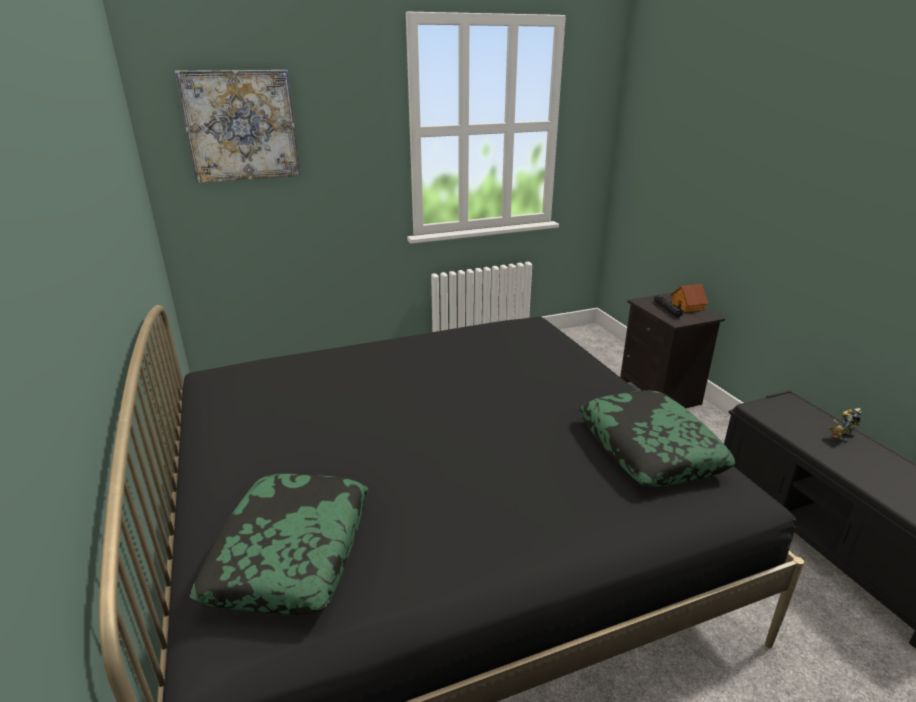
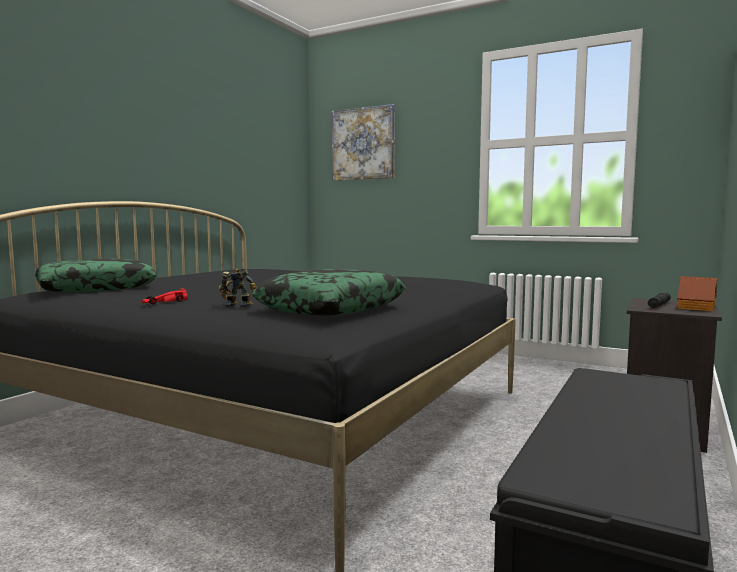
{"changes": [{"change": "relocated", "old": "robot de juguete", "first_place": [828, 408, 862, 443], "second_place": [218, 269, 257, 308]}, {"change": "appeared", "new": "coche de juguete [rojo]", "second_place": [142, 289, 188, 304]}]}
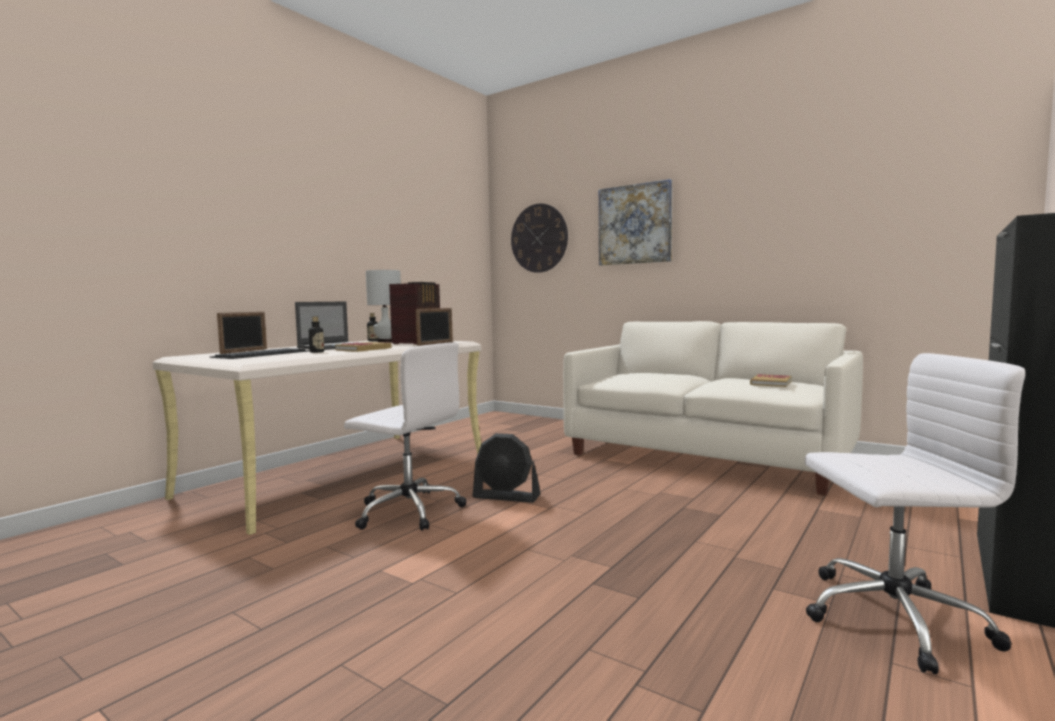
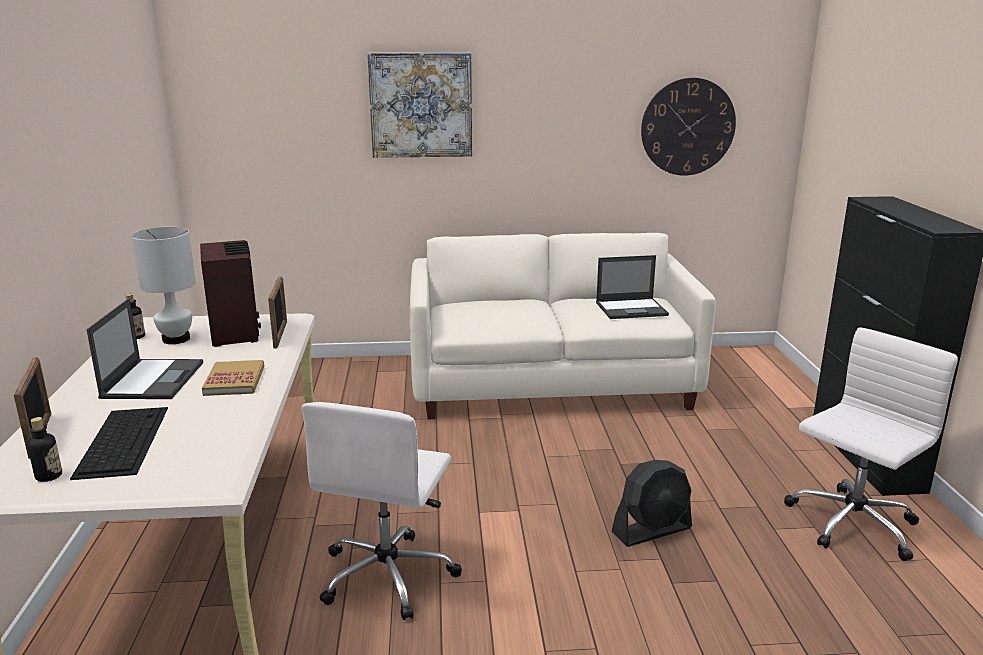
{"changes": [{"change": "relocated", "old": "reloj de pared", "first_place": [511, 204, 568, 273], "second_place": [641, 78, 736, 176]}, {"change": "relocated", "old": "botella", "first_place": [309, 316, 324, 353], "second_place": [27, 417, 62, 482]}, {"change": "spun", "old": "silla de oficina [blanco]", "first_place": [344, 342, 467, 531], "second_place": [301, 402, 462, 620], "degrees": 120}, {"change": "exchanged", "old": "libro", "new": "portátil", "first_place": [750, 374, 792, 387], "second_place": [596, 255, 669, 319]}, {"change": "relocated", "old": "ventilador [negro]", "first_place": [472, 433, 541, 503], "second_place": [611, 460, 692, 547]}]}
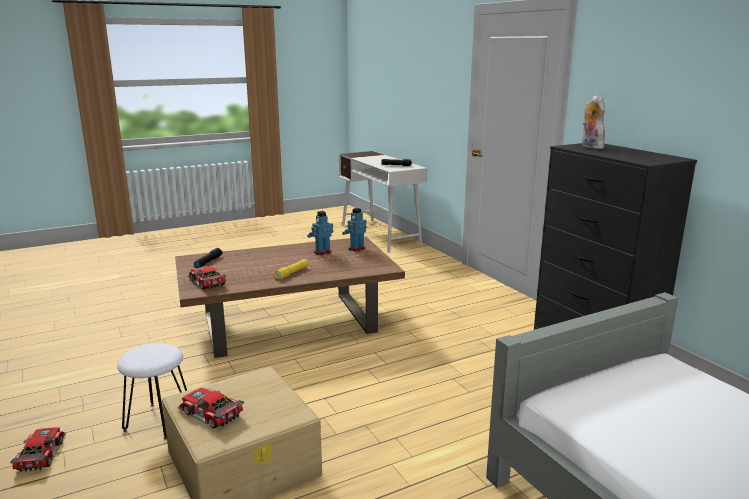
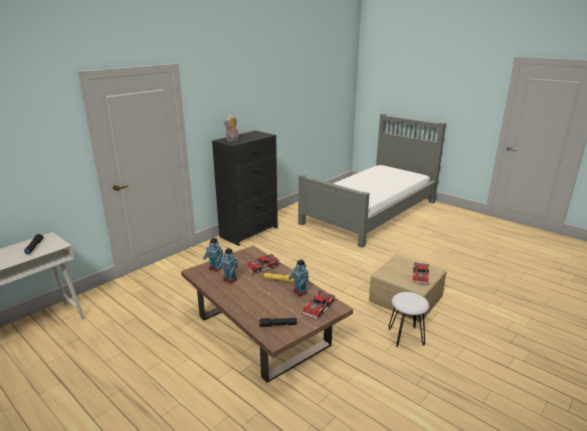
{"changes": [{"change": "relocated", "old": "coche de juguete", "first_place": [10, 427, 66, 472], "second_place": [246, 254, 279, 274]}, {"change": "appeared", "new": "robot de juguete", "second_place": [288, 259, 309, 296]}]}
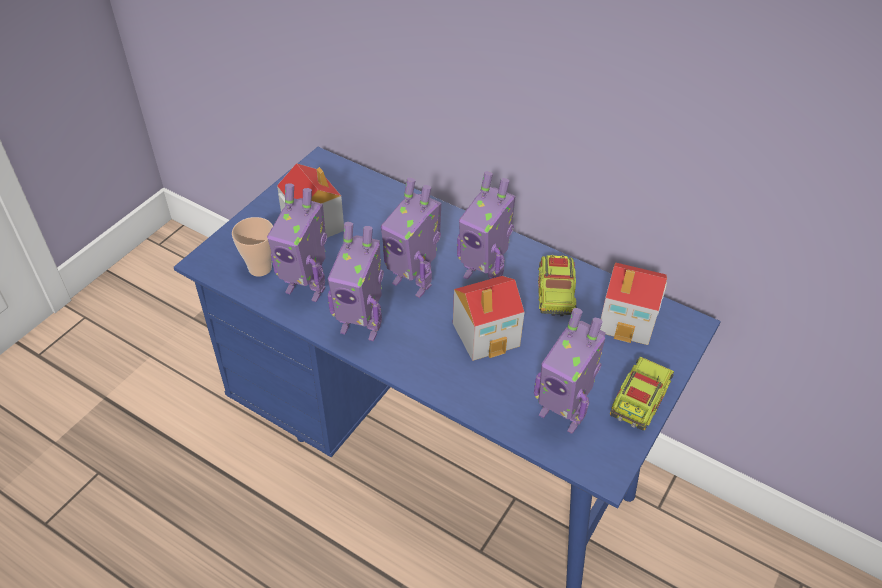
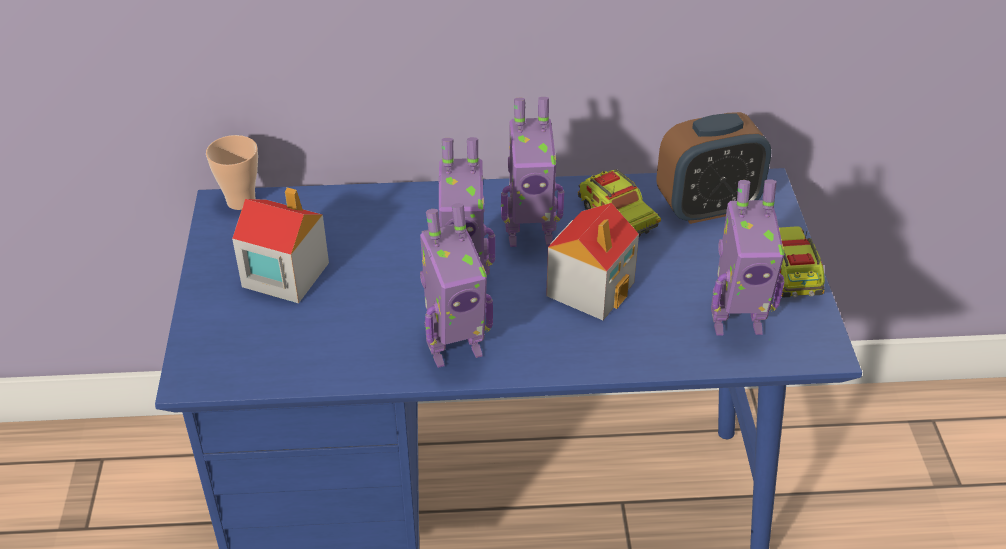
{"changes": [{"change": "missing", "old": "robot de juguete", "first_place": [267, 183, 327, 302]}, {"change": "relocated", "old": "taza", "first_place": [232, 217, 273, 277], "second_place": [206, 135, 258, 210]}, {"change": "exchanged", "old": "casita", "new": "despertador", "first_place": [600, 262, 667, 345], "second_place": [657, 112, 772, 224]}]}
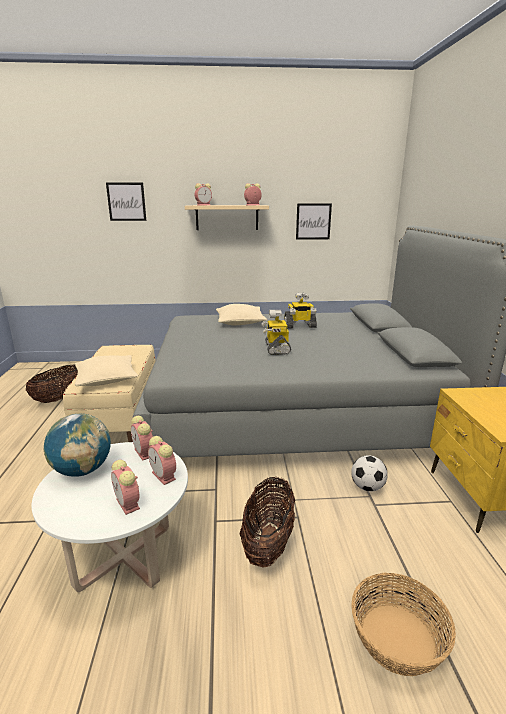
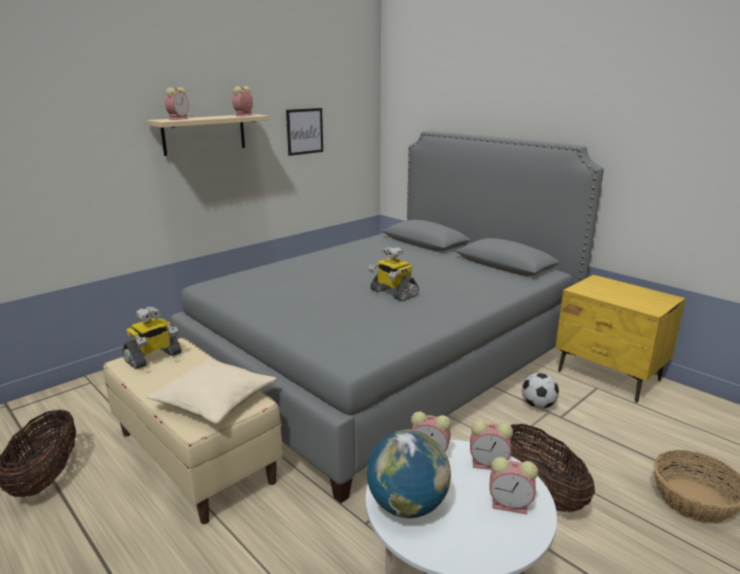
{"changes": [{"change": "missing", "old": "cuadro", "first_place": [106, 182, 146, 221]}, {"change": "relocated", "old": "robot de juguete", "first_place": [284, 292, 317, 329], "second_place": [122, 307, 182, 369]}, {"change": "missing", "old": "cojín [beis]", "first_place": [216, 304, 267, 325]}]}
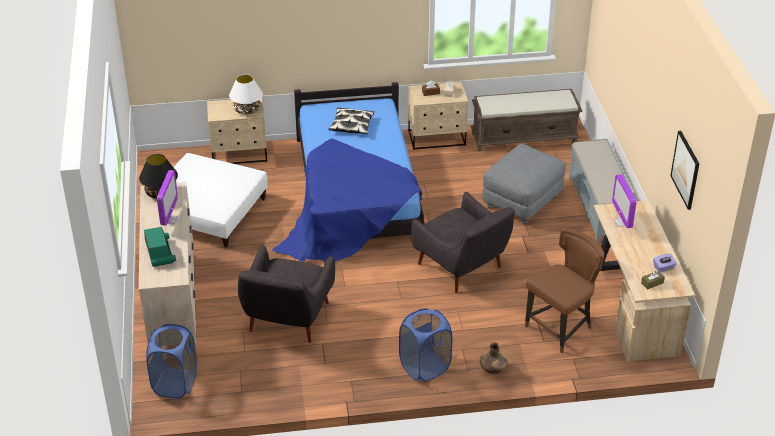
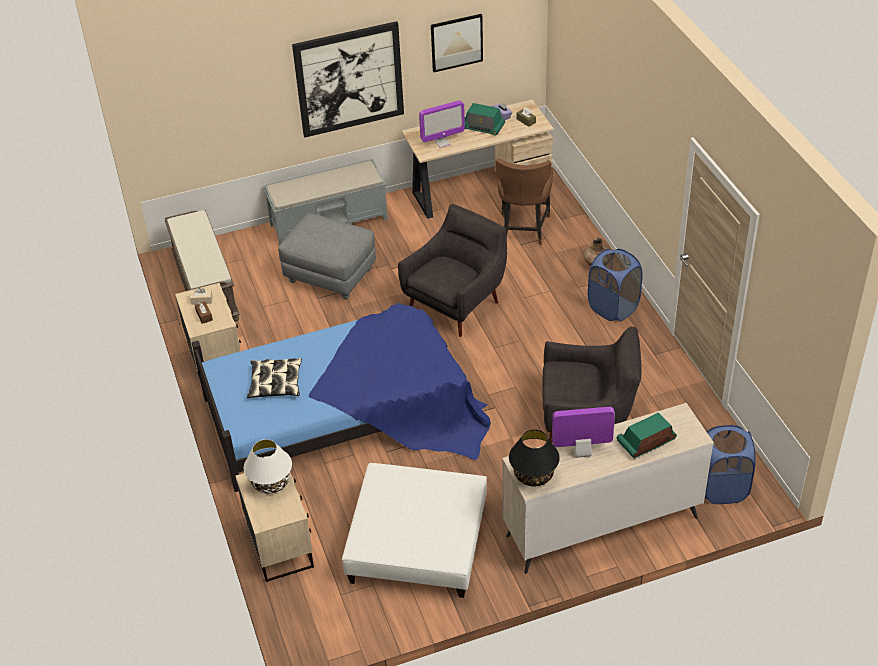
{"changes": [{"change": "spun", "old": "silla [marrón]", "first_place": [525, 228, 604, 353], "second_place": [495, 158, 553, 245], "degrees": -120}, {"change": "appeared", "new": "cuadro", "second_place": [292, 21, 404, 137]}, {"change": "appeared", "new": "radio", "second_place": [465, 103, 505, 136]}]}
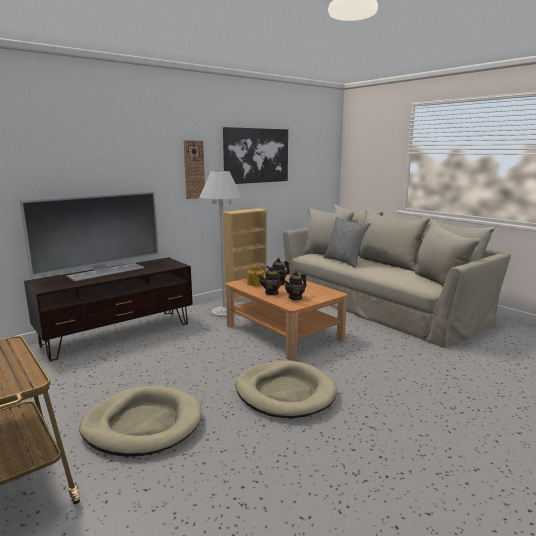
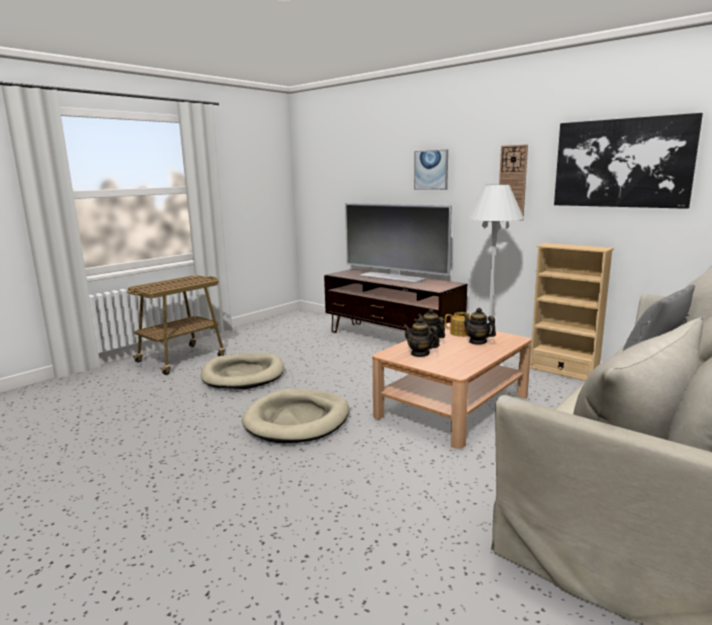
{"changes": [{"change": "appeared", "new": "cuadro", "second_place": [414, 150, 448, 190]}]}
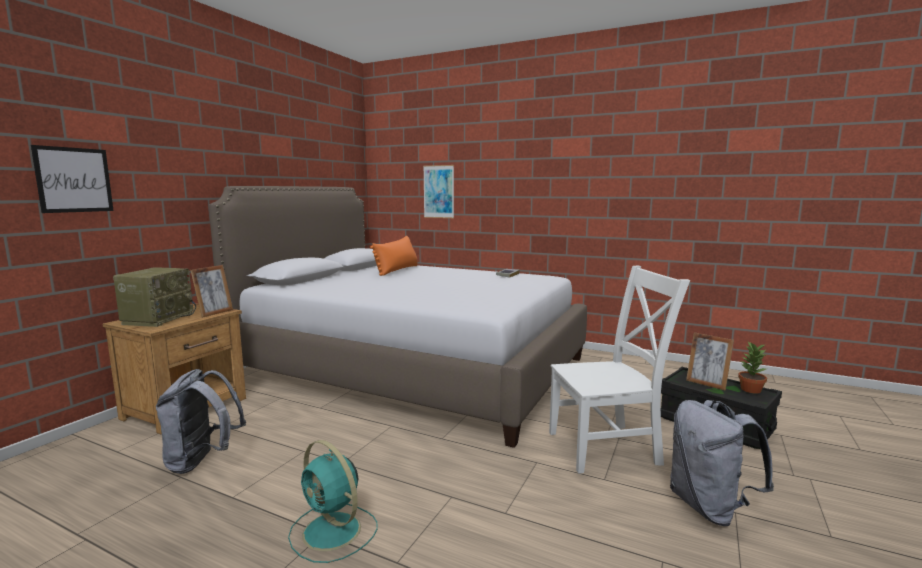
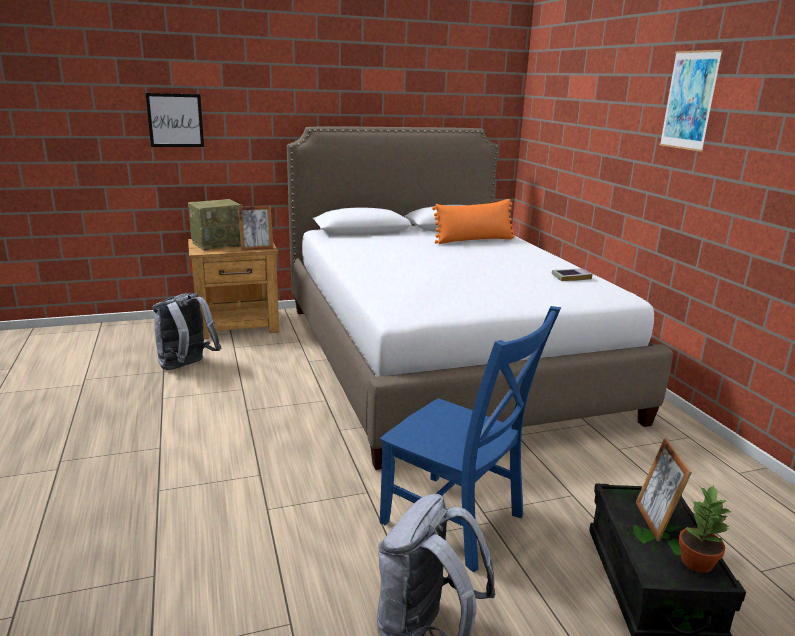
{"changes": [{"change": "relocated", "old": "cuadro", "first_place": [423, 165, 454, 218], "second_place": [659, 50, 723, 152]}, {"change": "colour", "old": "silla [blanco]", "new": "silla [azul]", "first_place": [549, 265, 690, 474], "second_place": [380, 306, 561, 572]}, {"change": "missing", "old": "ventilador [turquesa]", "first_place": [288, 440, 378, 563]}]}
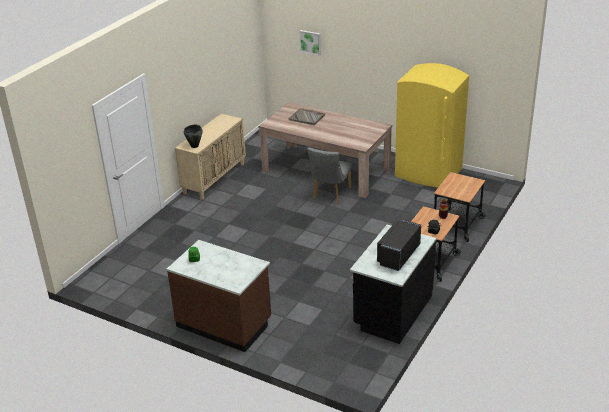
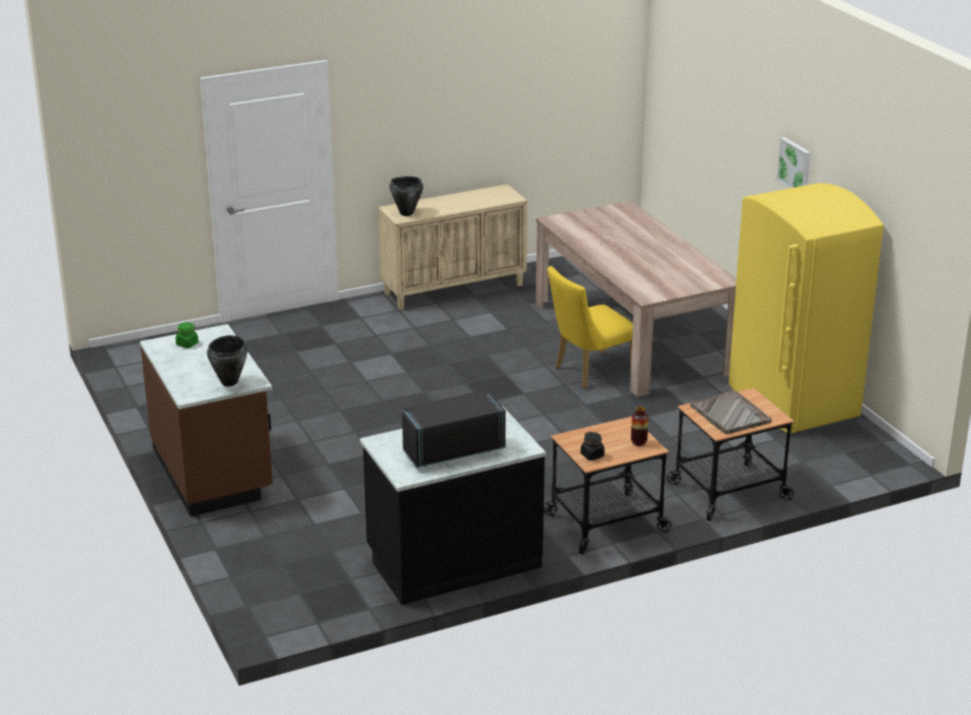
{"changes": [{"change": "relocated", "old": "cuadro", "first_place": [300, 30, 321, 55], "second_place": [777, 137, 811, 188]}, {"change": "relocated", "old": "bandeja [gris]", "first_place": [289, 108, 325, 125], "second_place": [690, 390, 772, 435]}, {"change": "colour", "old": "silla [gris]", "new": "silla [amarillo]", "first_place": [307, 147, 352, 204], "second_place": [547, 266, 633, 389]}, {"change": "appeared", "new": "olla [negro]", "second_place": [207, 335, 247, 387]}]}
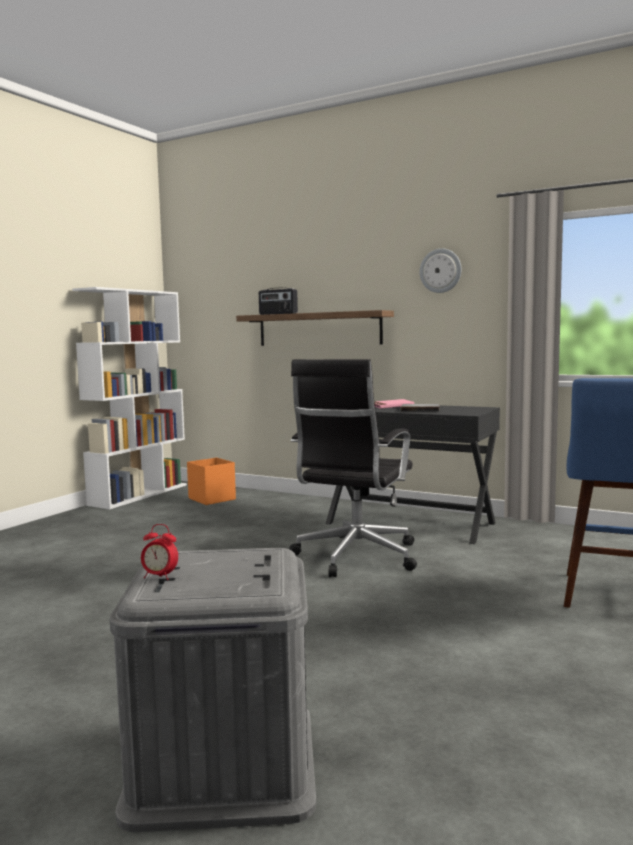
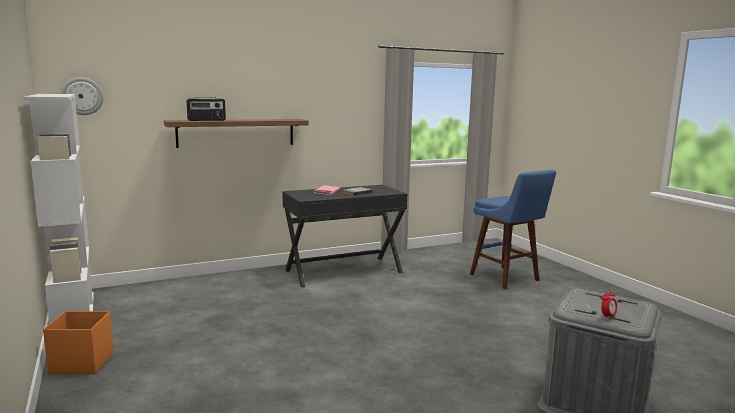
{"changes": [{"change": "relocated", "old": "reloj de pared", "first_place": [420, 248, 462, 293], "second_place": [61, 77, 103, 115]}, {"change": "missing", "old": "silla de oficina [negro]", "first_place": [289, 359, 417, 577]}, {"change": "relocated", "old": "caja de almacenaje [naranja]", "first_place": [187, 458, 236, 505], "second_place": [43, 311, 113, 374]}]}
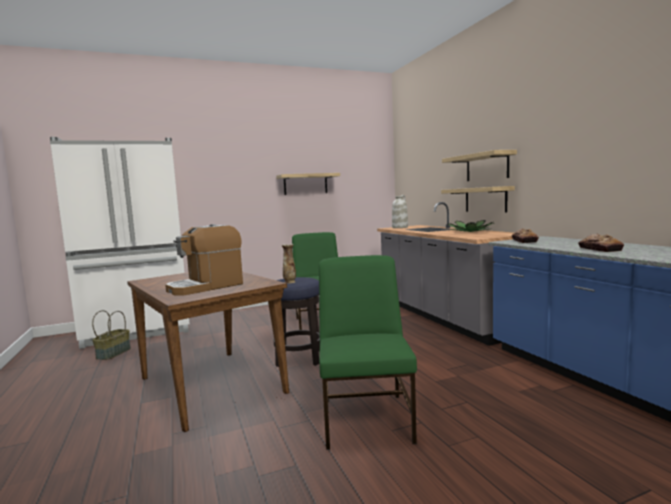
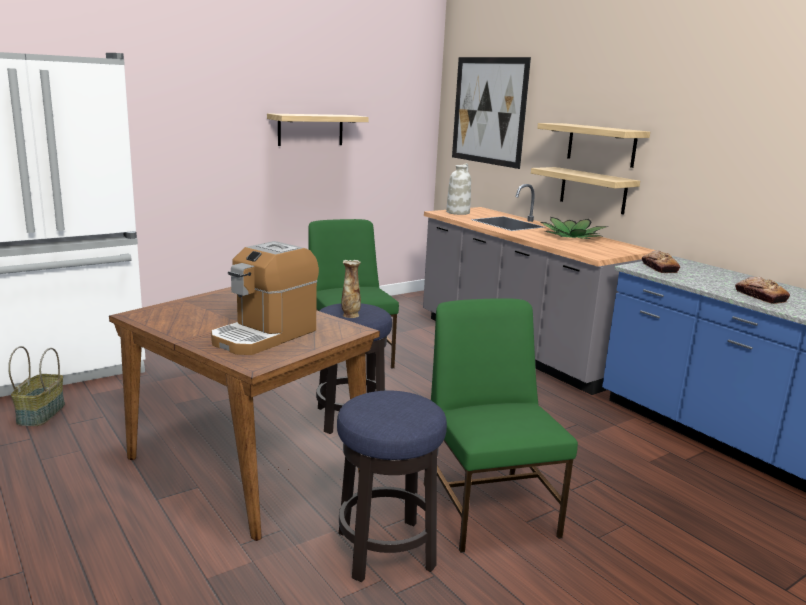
{"changes": [{"change": "appeared", "new": "cuadro", "second_place": [452, 57, 531, 169]}, {"change": "appeared", "new": "taburete", "second_place": [337, 391, 447, 582]}]}
